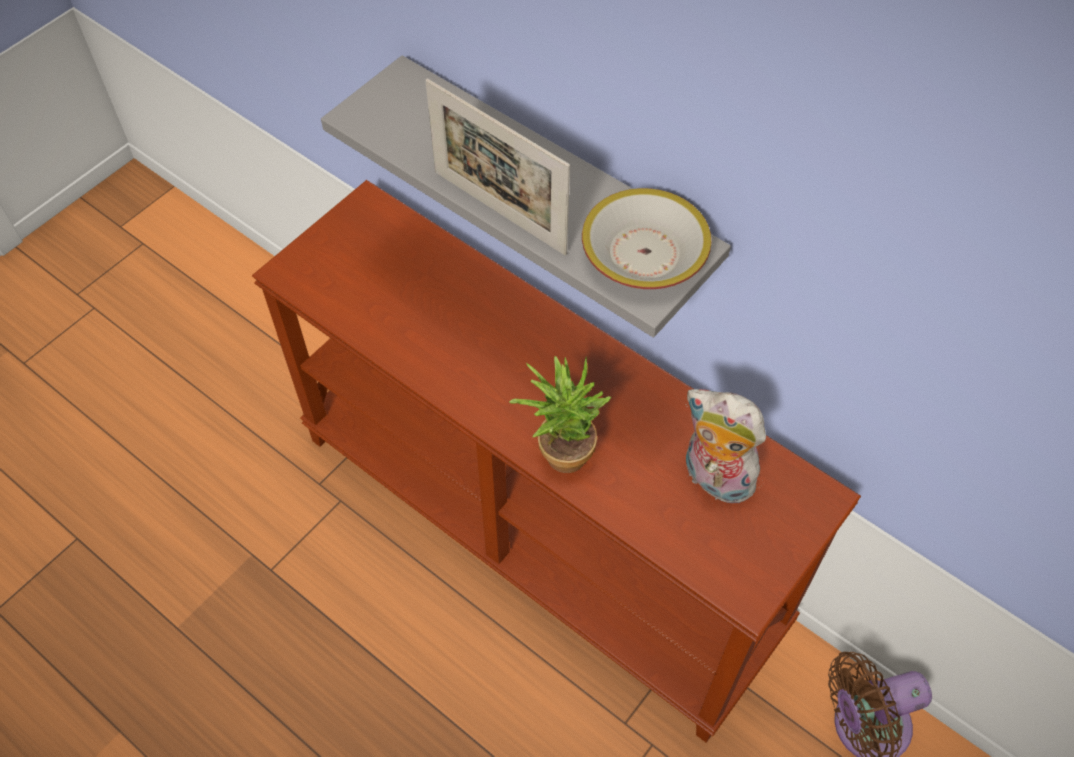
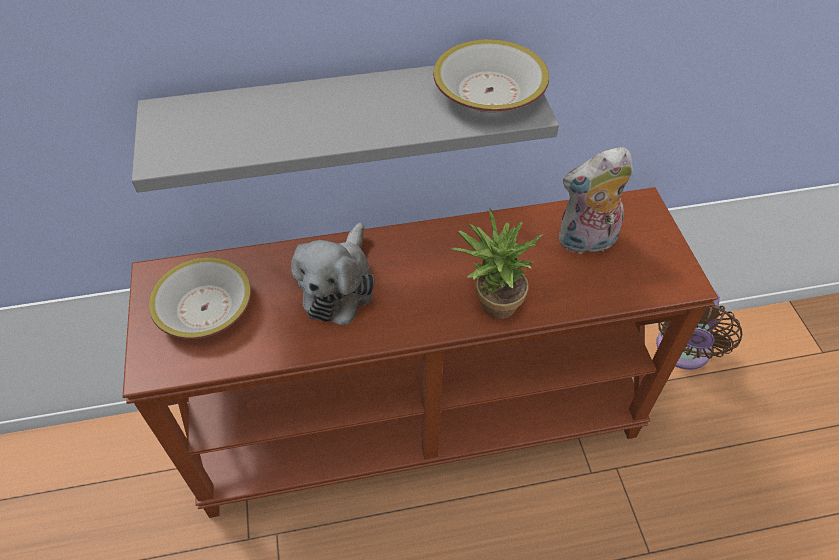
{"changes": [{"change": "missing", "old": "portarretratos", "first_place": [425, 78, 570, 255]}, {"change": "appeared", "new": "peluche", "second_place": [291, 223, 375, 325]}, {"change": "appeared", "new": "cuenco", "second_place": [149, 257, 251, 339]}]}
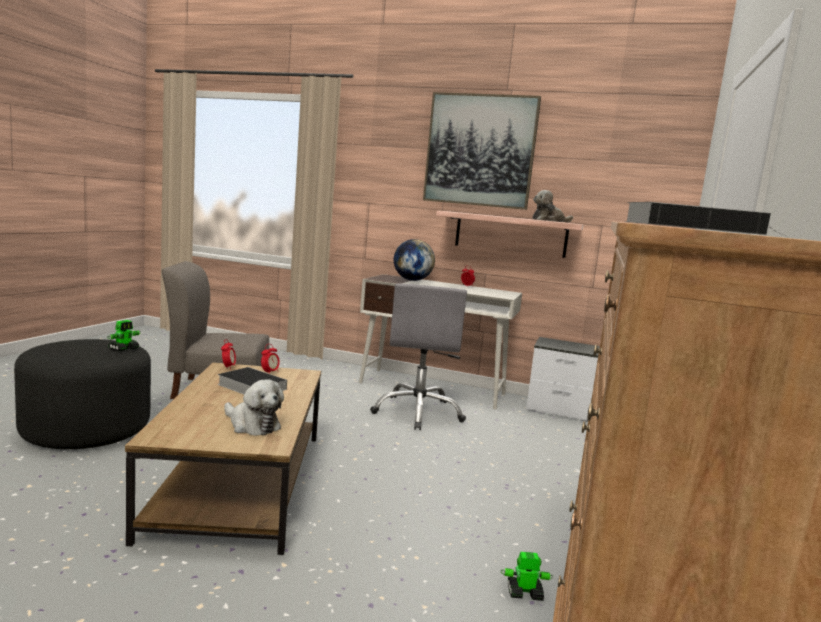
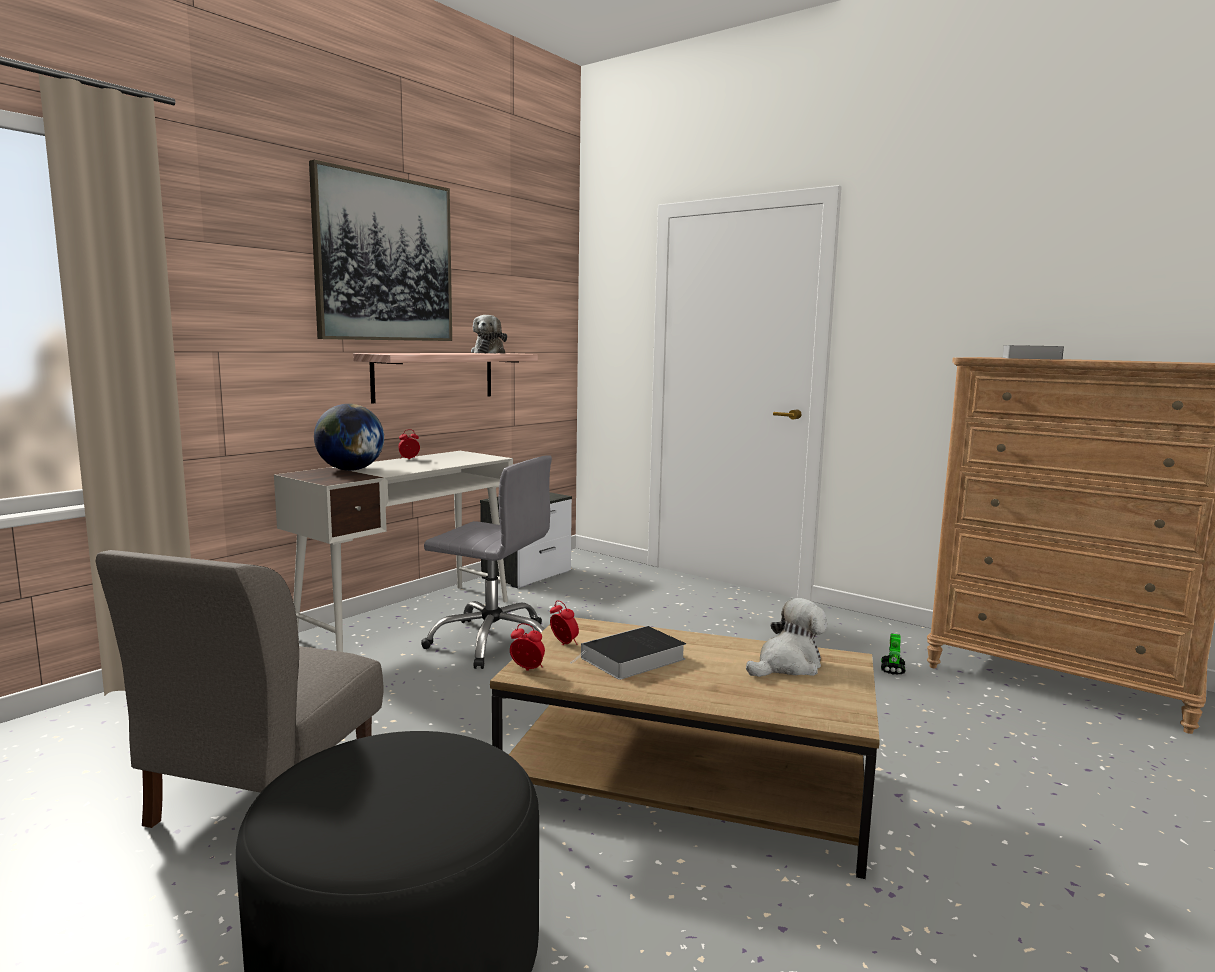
{"changes": [{"change": "missing", "old": "robot de juguete", "first_place": [107, 320, 141, 351]}]}
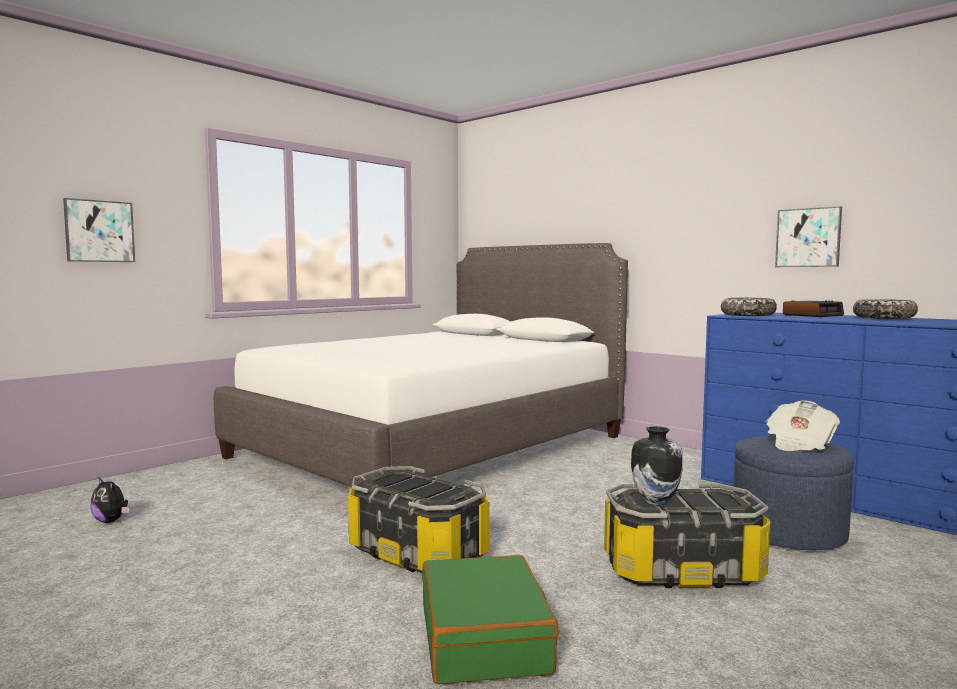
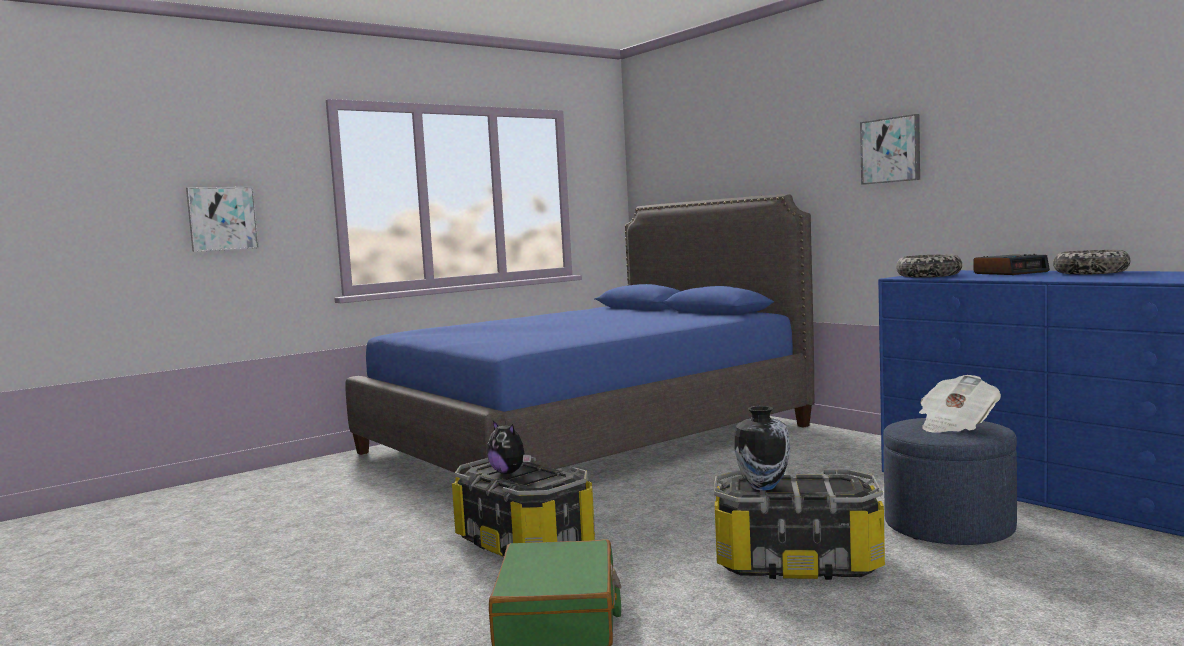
{"changes": [{"change": "relocated", "old": "cuadro", "first_place": [775, 206, 842, 267], "second_place": [860, 114, 920, 185]}, {"change": "colour", "old": "cama [blanco]", "new": "cama [azul]", "first_place": [214, 243, 628, 487], "second_place": [345, 194, 815, 474]}, {"change": "relocated", "old": "peluche", "first_place": [90, 477, 129, 523], "second_place": [487, 421, 531, 474]}]}
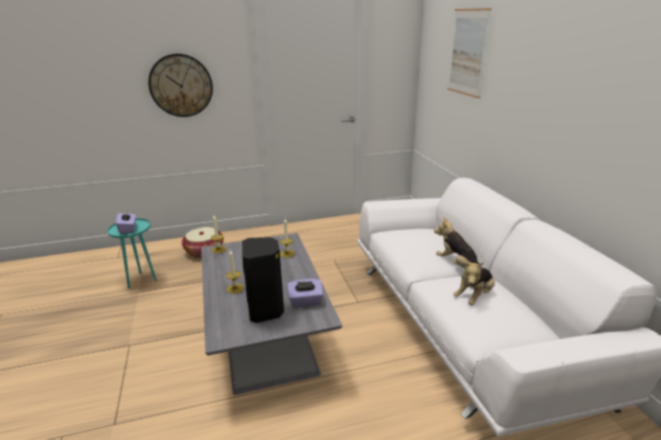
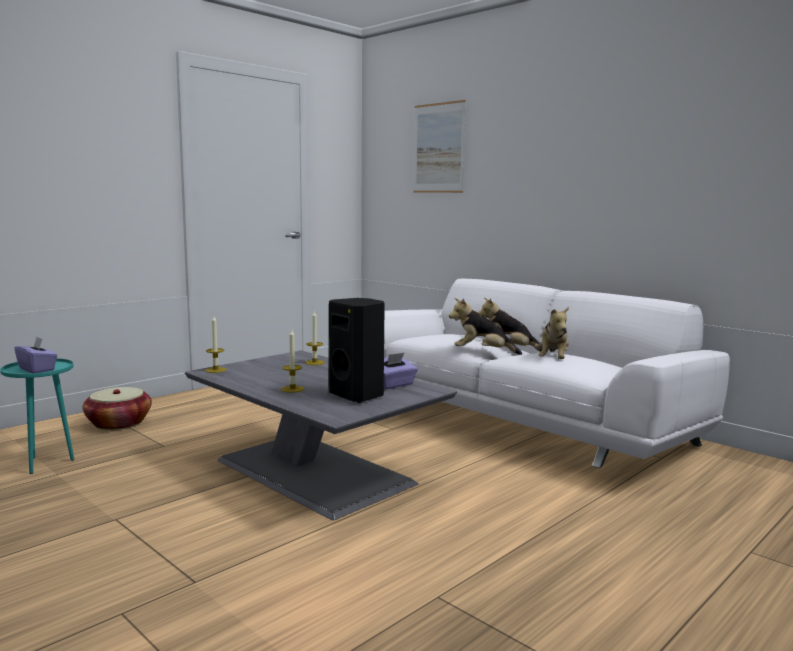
{"changes": [{"change": "missing", "old": "reloj de pared", "first_place": [148, 54, 213, 117]}, {"change": "appeared", "new": "peluche", "second_place": [449, 298, 522, 355]}]}
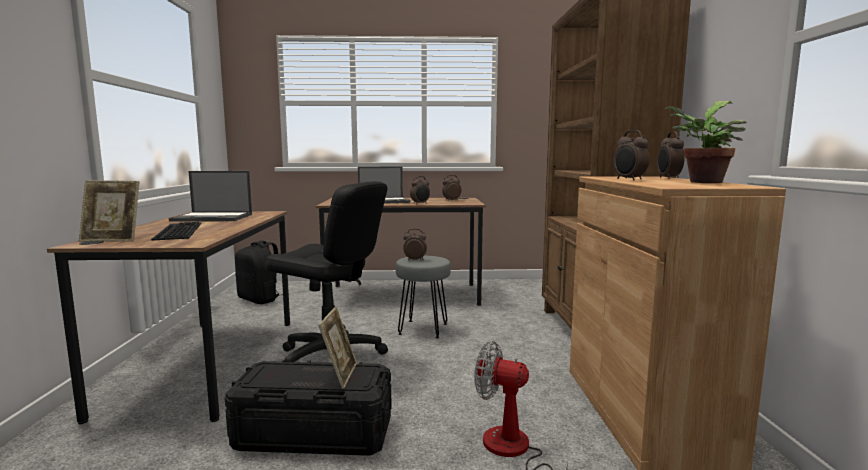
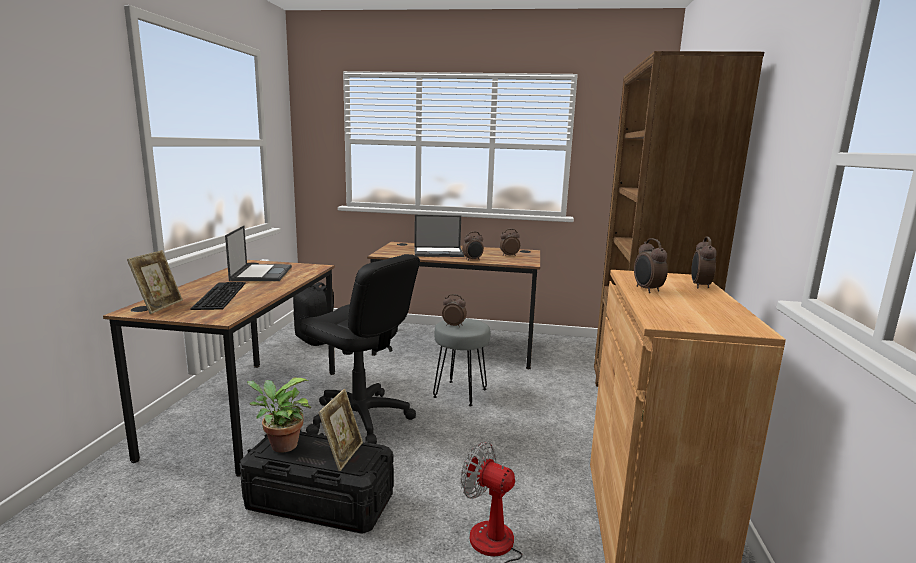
{"changes": [{"change": "relocated", "old": "planta en maceta", "first_place": [665, 101, 747, 183], "second_place": [247, 378, 311, 453]}, {"change": "spun", "old": "portátil", "first_place": [169, 171, 252, 222], "second_place": [225, 225, 292, 281], "degrees": -105}, {"change": "spun", "old": "portarretratos", "first_place": [79, 180, 139, 242], "second_place": [127, 250, 183, 314], "degrees": -90}]}
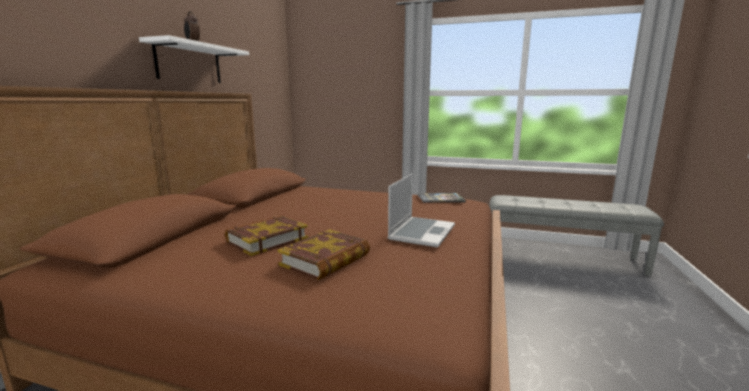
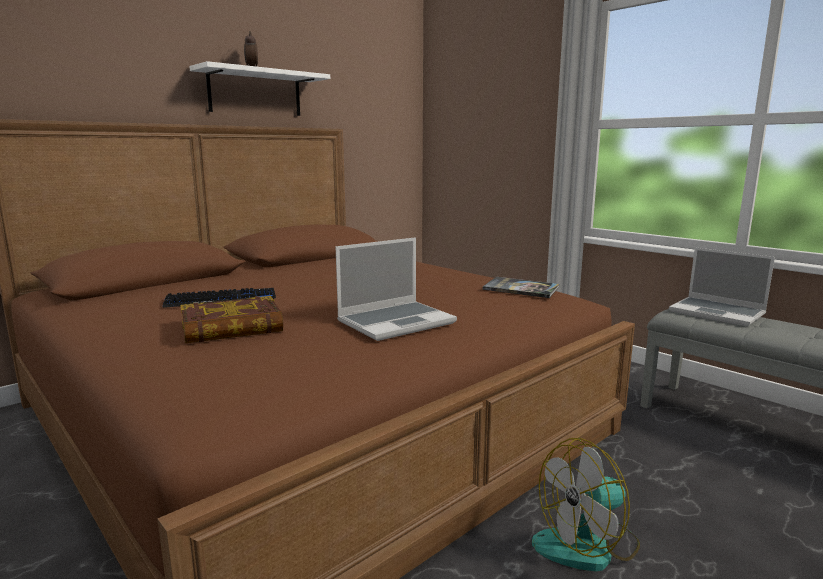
{"changes": [{"change": "exchanged", "old": "libro", "new": "teclado", "first_place": [225, 216, 308, 256], "second_place": [162, 288, 276, 308]}, {"change": "appeared", "new": "portátil", "second_place": [669, 247, 775, 327]}, {"change": "appeared", "new": "ventilador", "second_place": [532, 438, 640, 571]}]}
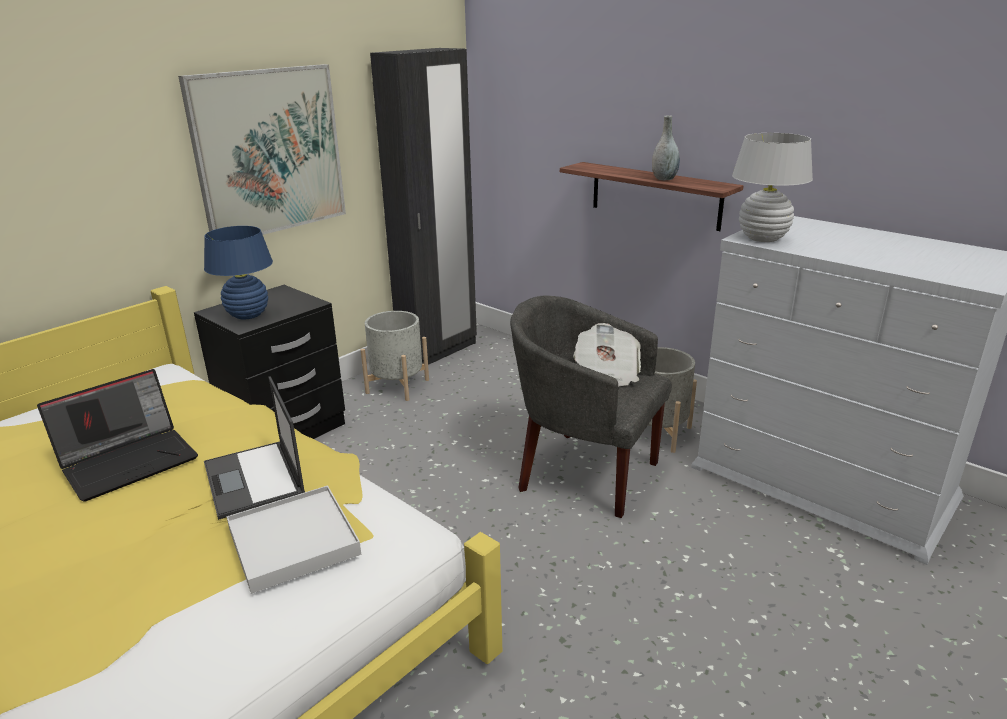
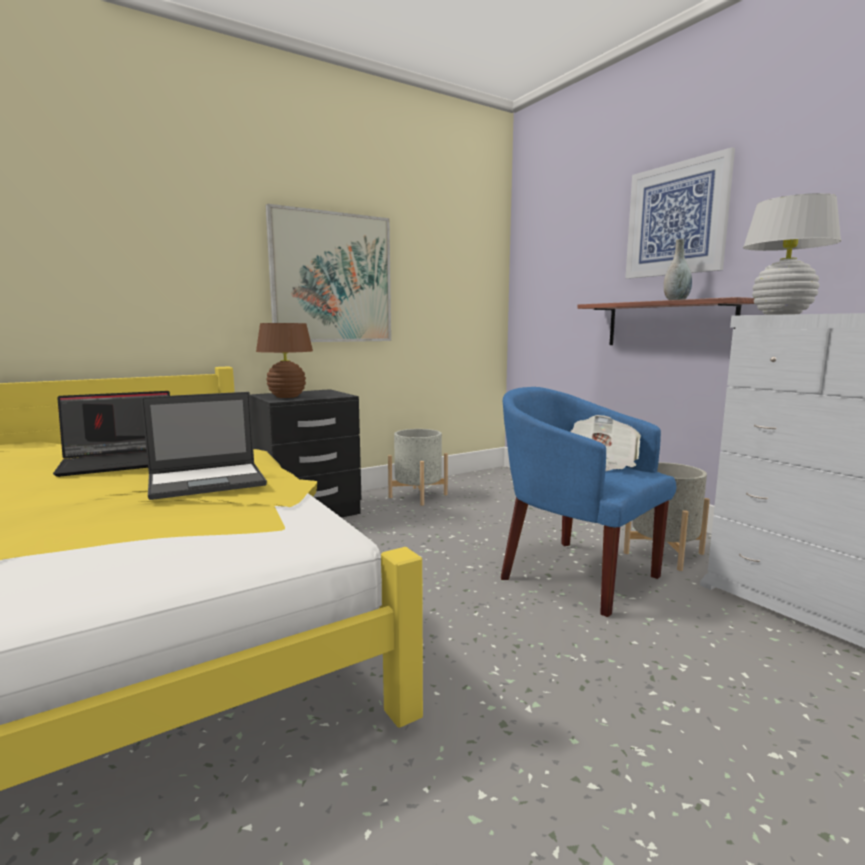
{"changes": [{"change": "missing", "old": "armario ropero [negro]", "first_place": [370, 48, 477, 365]}, {"change": "colour", "old": "lámpara de mesa [azul]", "new": "lámpara de mesa [marrón]", "first_place": [204, 226, 273, 320], "second_place": [256, 323, 313, 398]}, {"change": "colour", "old": "sillón [gris]", "new": "sillón [azul]", "first_place": [510, 296, 672, 518], "second_place": [501, 387, 676, 617]}, {"change": "spun", "old": "portátil", "first_place": [204, 376, 305, 520], "second_place": [141, 392, 267, 500], "degrees": -105}, {"change": "missing", "old": "bandeja [blanco]", "first_place": [227, 485, 361, 594]}, {"change": "appeared", "new": "cuadro", "second_place": [625, 147, 735, 279]}]}
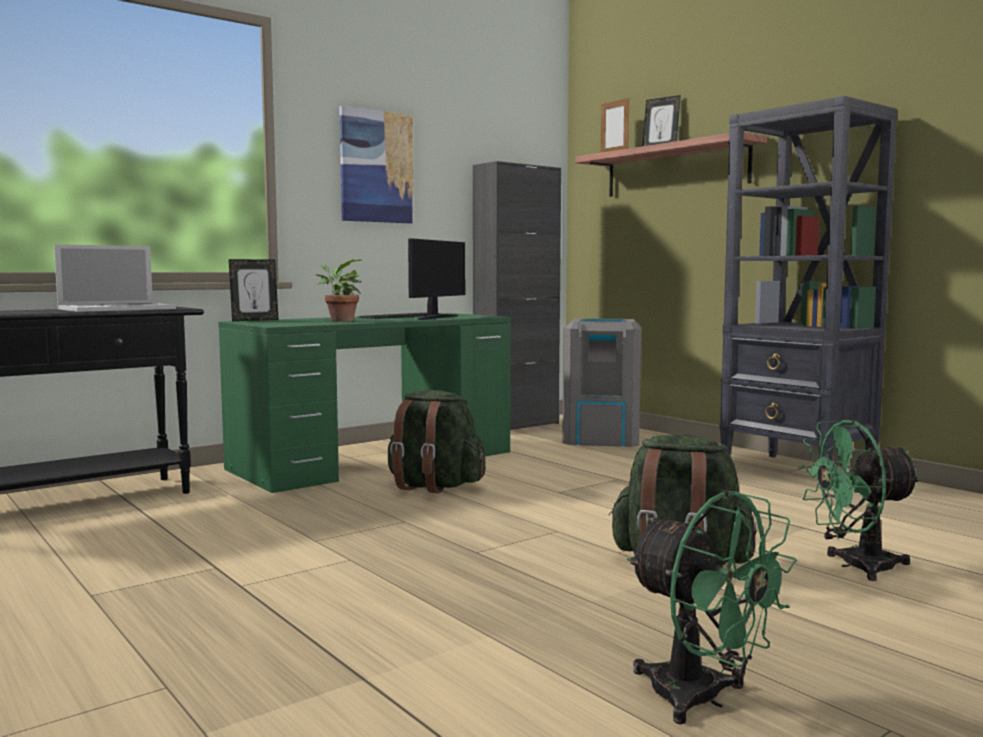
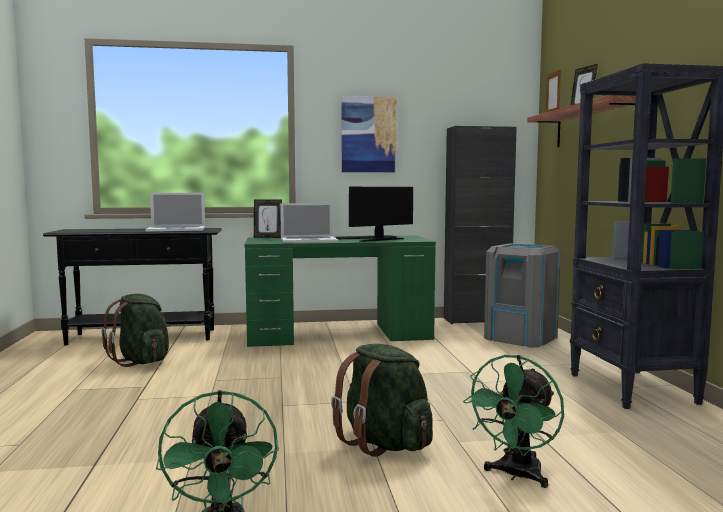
{"changes": [{"change": "exchanged", "old": "planta en maceta", "new": "portátil", "first_place": [315, 259, 363, 322], "second_place": [280, 203, 338, 243]}, {"change": "relocated", "old": "mochila [verde]", "first_place": [388, 390, 486, 493], "second_place": [102, 294, 170, 367]}, {"change": "spun", "old": "ventilador [verde]", "first_place": [798, 420, 922, 581], "second_place": [463, 355, 564, 488], "degrees": -75}]}
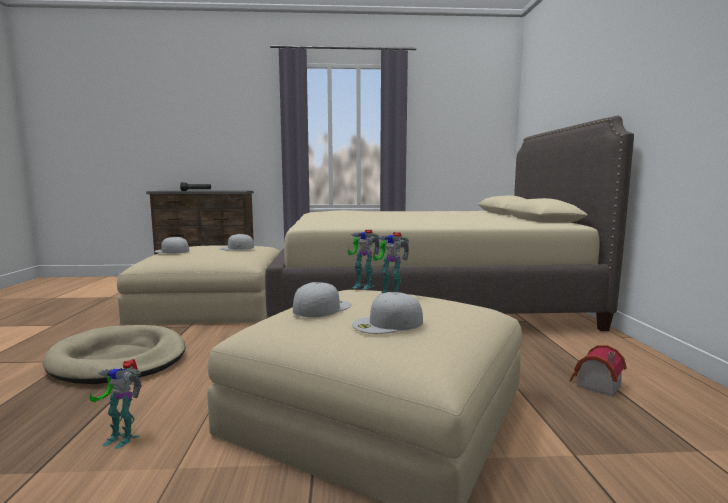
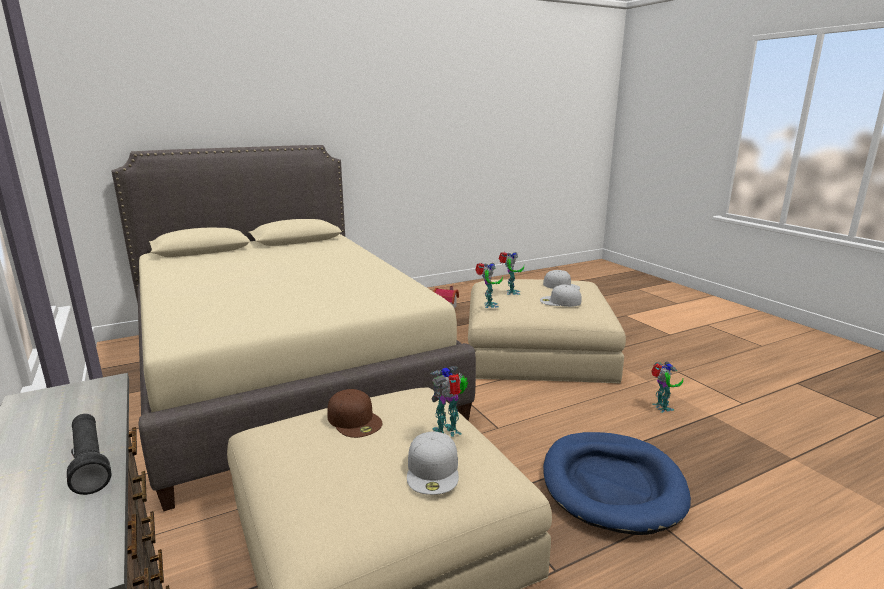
{"changes": [{"change": "colour", "old": "gorra [blanco]", "new": "gorra [marrón]", "first_place": [219, 234, 254, 250], "second_place": [327, 389, 382, 438]}, {"change": "colour", "old": "cama para perro [beis]", "new": "cama para perro [azul]", "first_place": [43, 325, 186, 384], "second_place": [543, 432, 691, 535]}, {"change": "appeared", "new": "robot de juguete", "second_place": [430, 366, 468, 437]}]}
